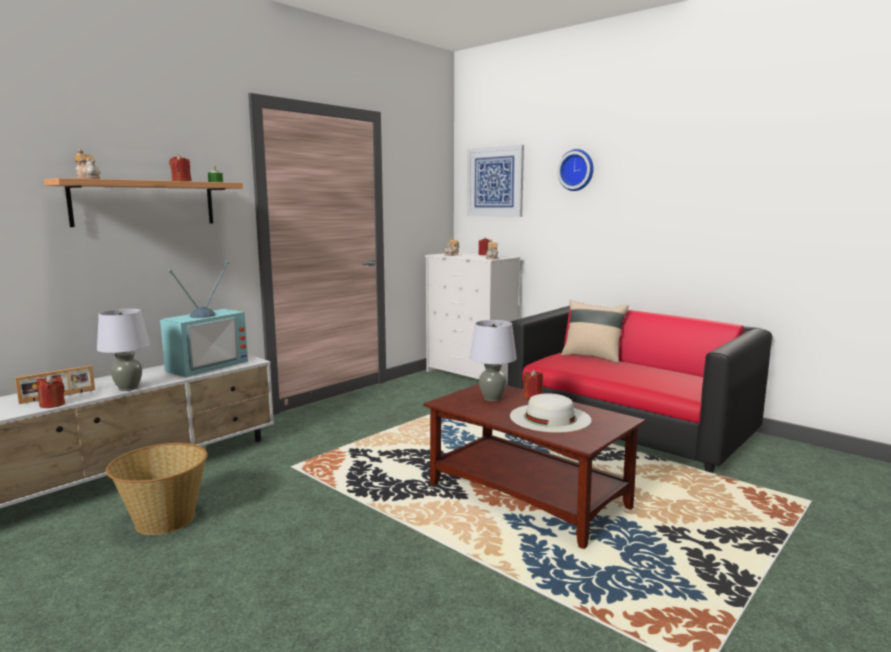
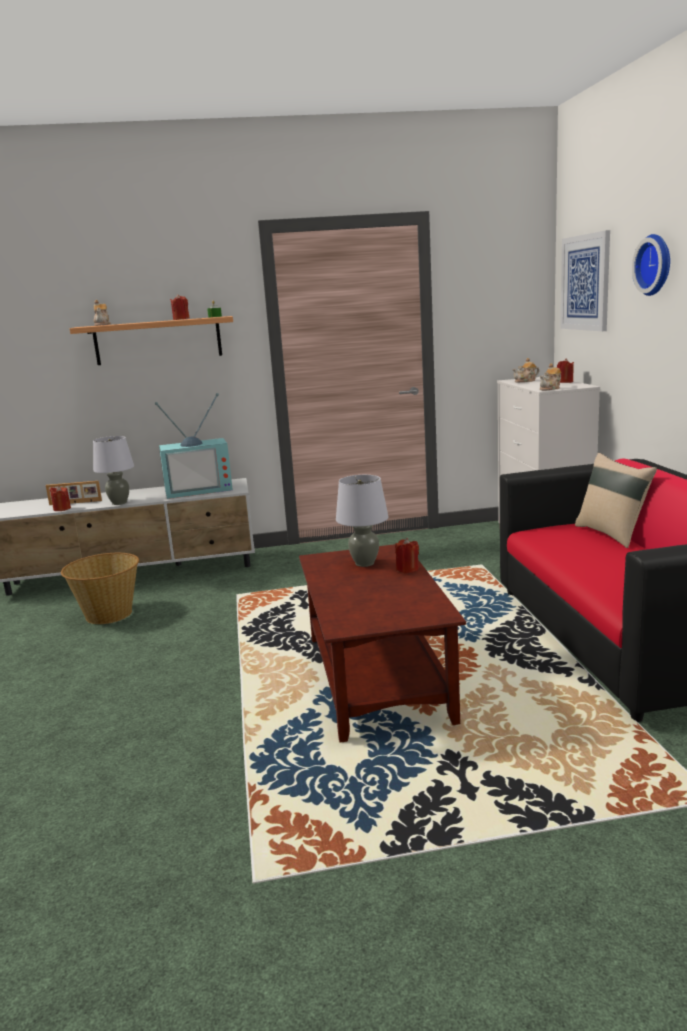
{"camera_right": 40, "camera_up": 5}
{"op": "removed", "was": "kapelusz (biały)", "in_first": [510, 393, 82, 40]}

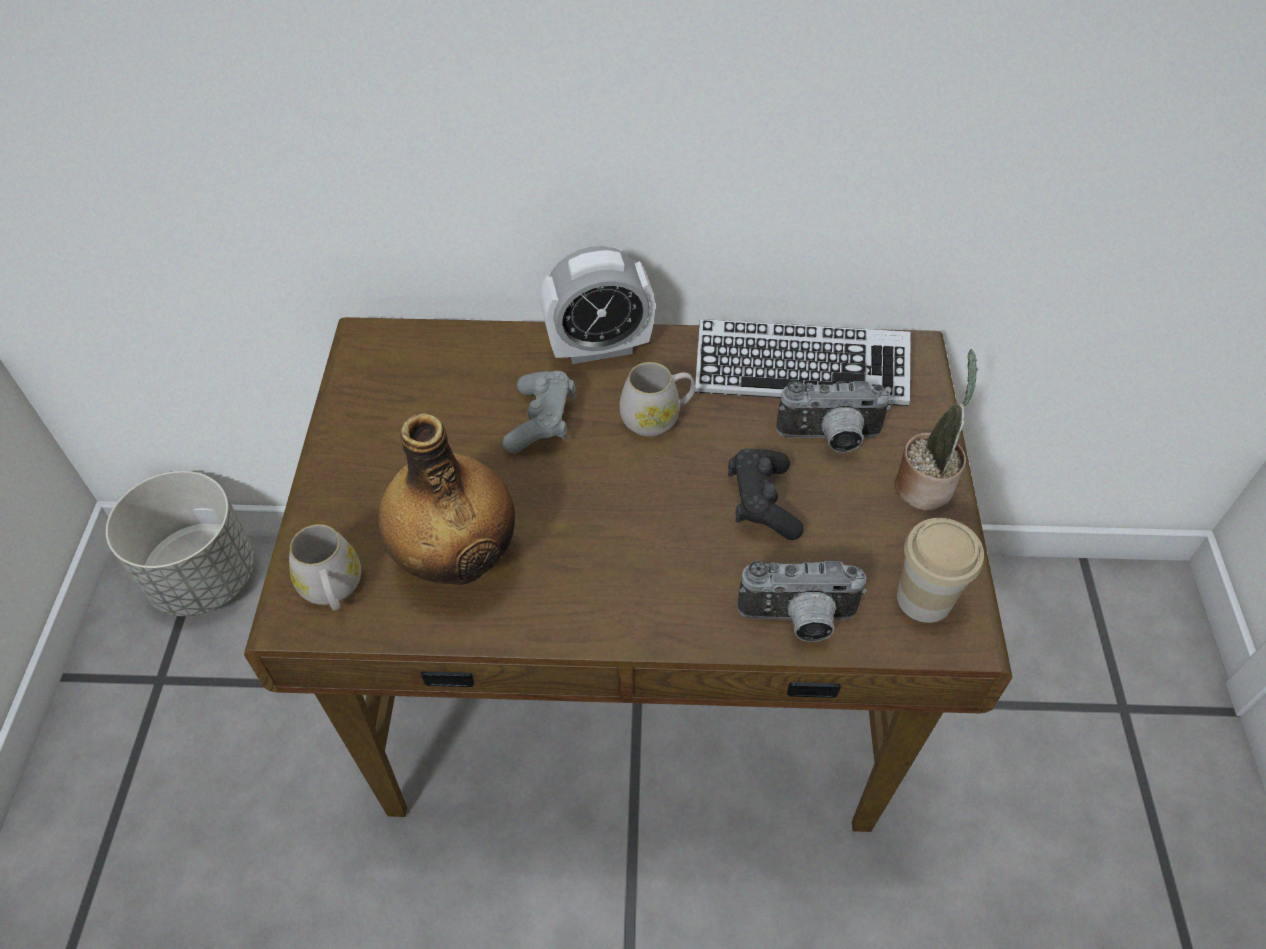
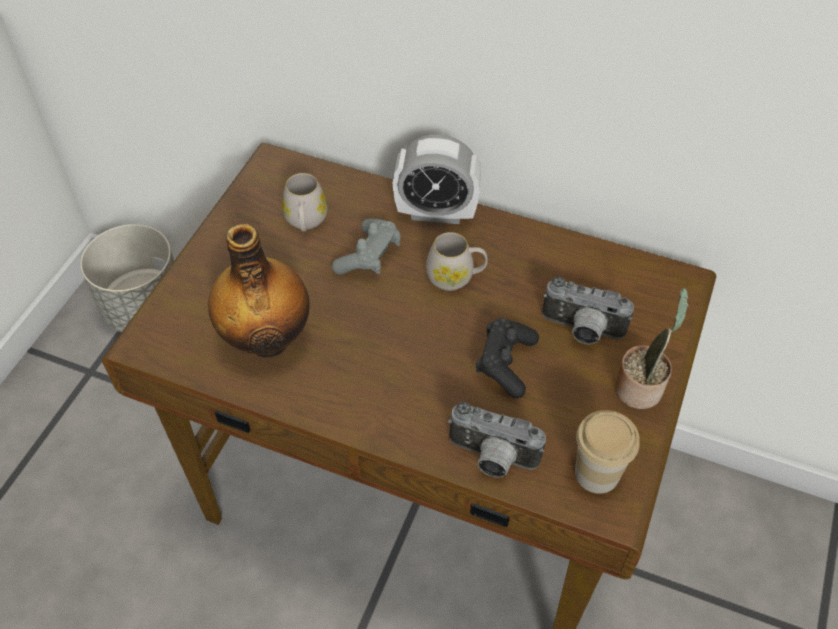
{"camera_right": 20, "camera_up": 0}
{"op": "removed", "was": "klawiatura", "in_first": [695, 319, 216, 87]}
{"op": "moved", "was": "kubek (biały)", "in_first": [289, 524, 72, 87], "in_second": [282, 173, 46, 58]}

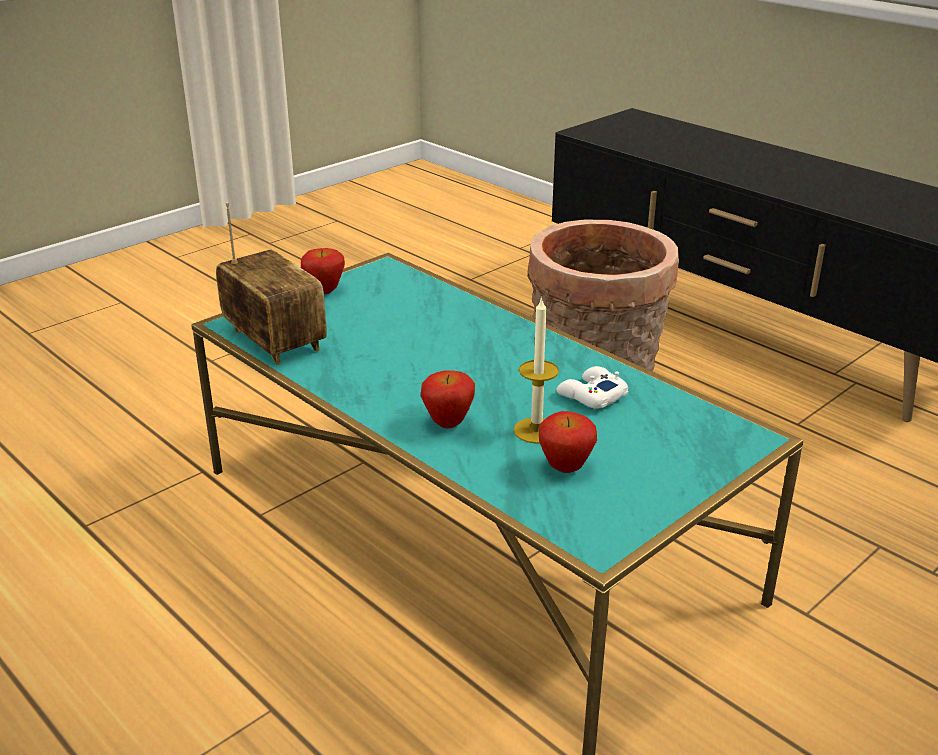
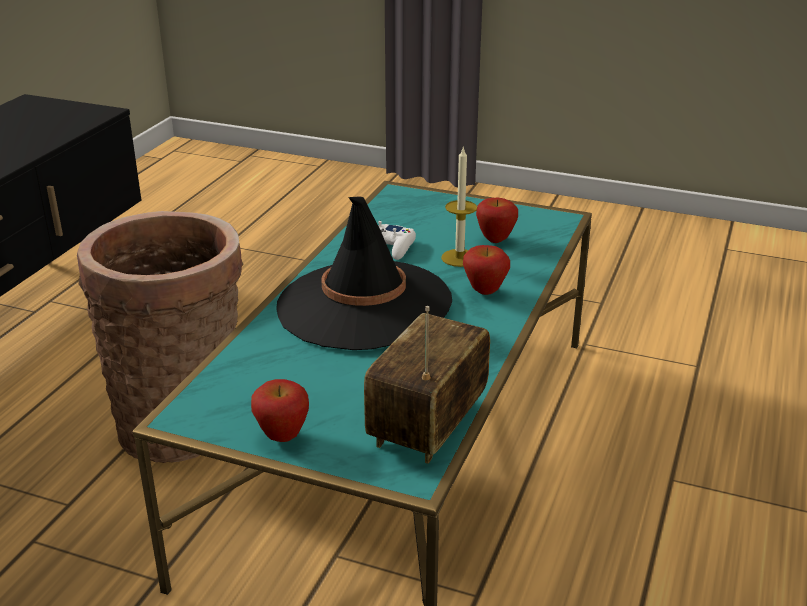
{"camera_right": -115, "camera_up": 0}
{"op": "added", "now": "kapelusz (czarny)", "in_second": [276, 196, 176, 154]}

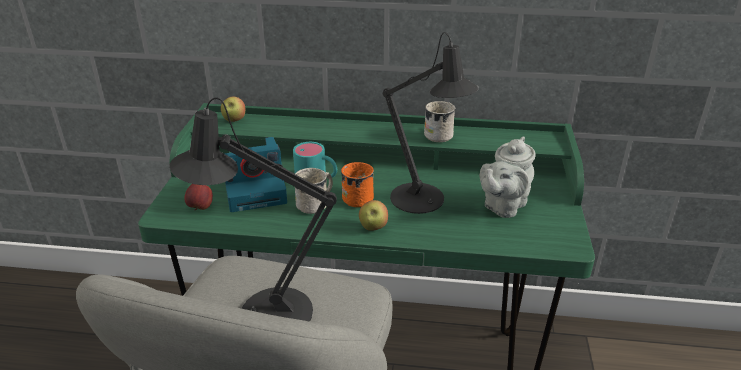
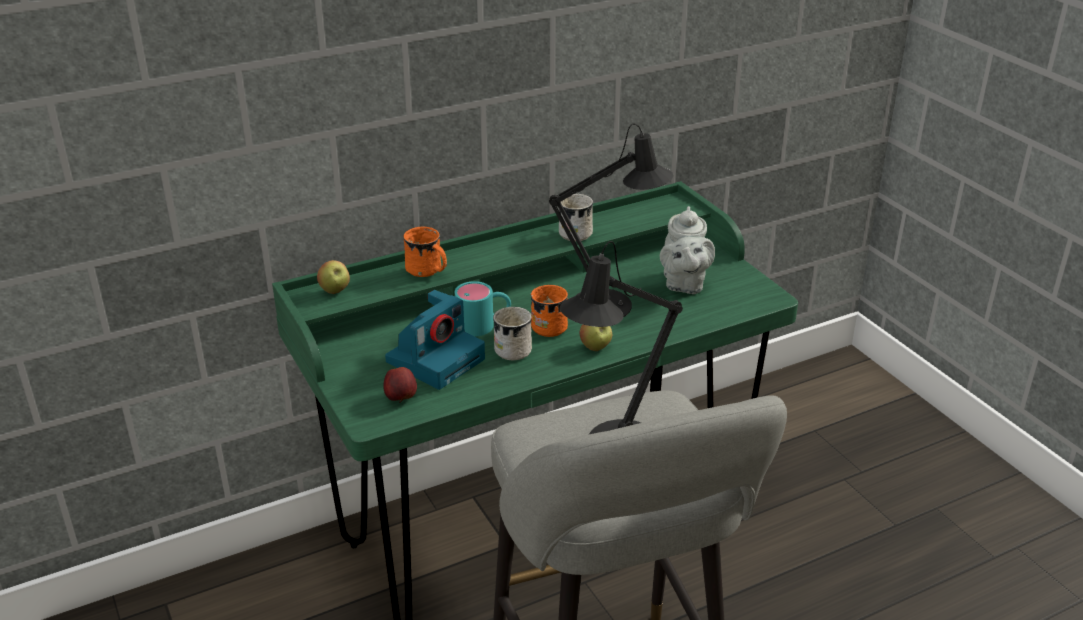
{"camera_right": -35, "camera_up": 0}
{"op": "added", "now": "kubek (pomarańczowy)", "in_second": [403, 227, 44, 50]}

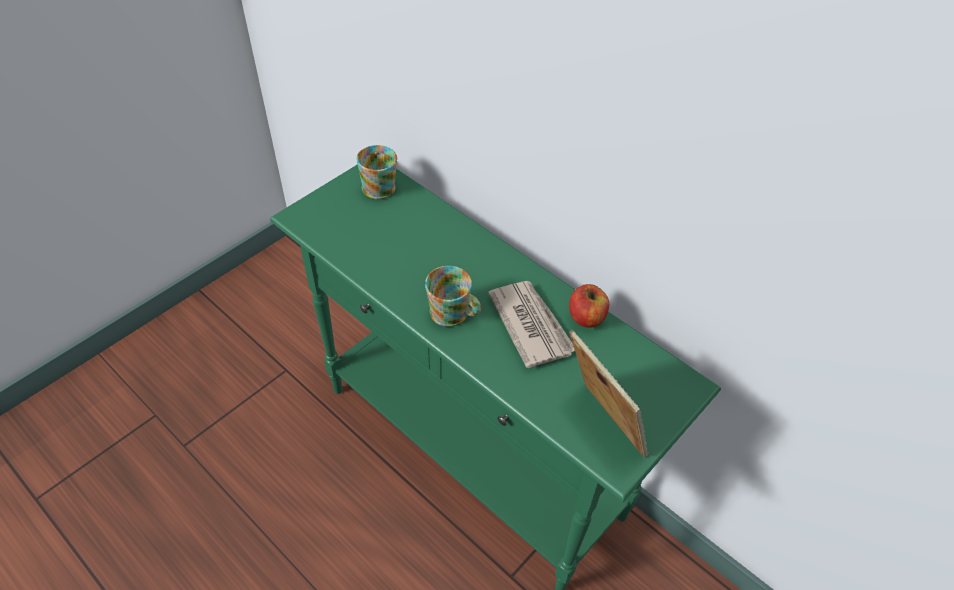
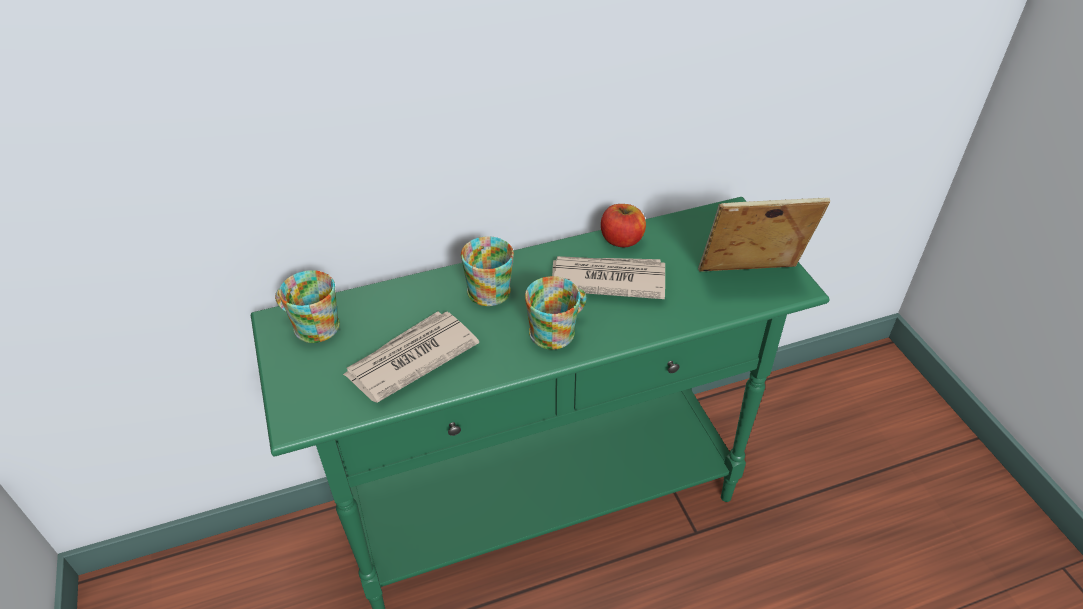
{"camera_right": -60, "camera_up": -5}
{"op": "added", "now": "gazeta", "in_second": [343, 311, 136, 92]}
{"op": "added", "now": "kubek", "in_second": [461, 236, 53, 70]}

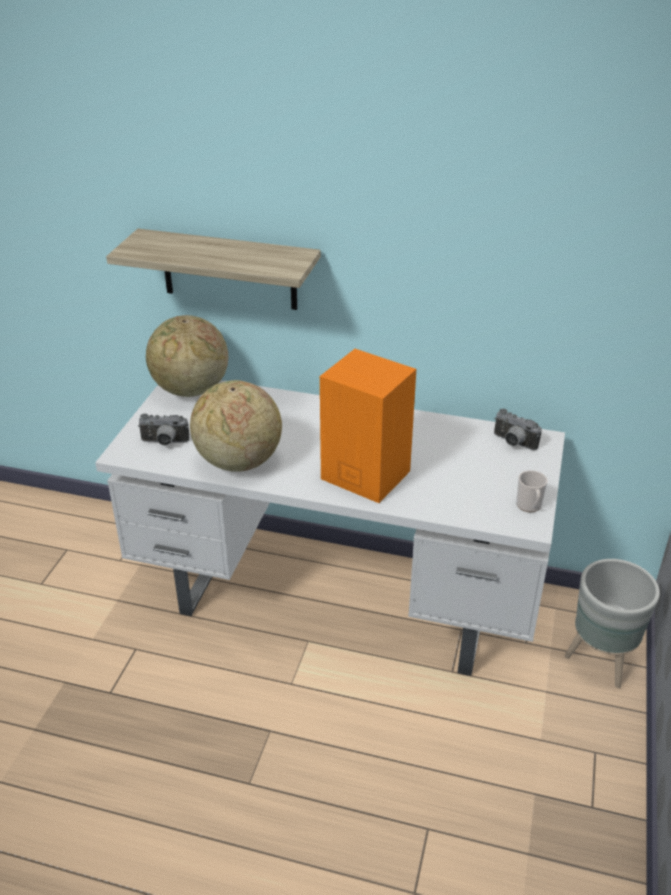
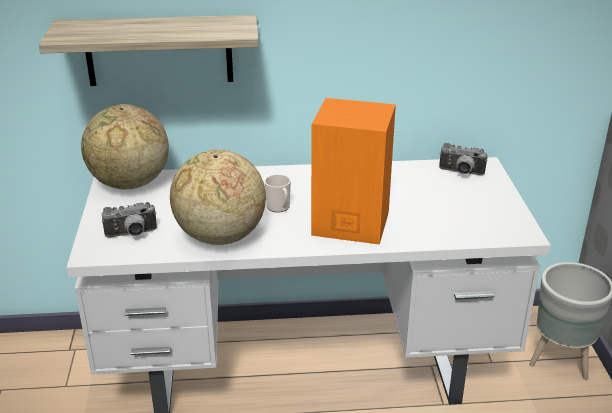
{"camera_right": -20, "camera_up": -5}
{"op": "moved", "was": "kubek", "in_first": [516, 471, 31, 41], "in_second": [264, 174, 27, 39]}

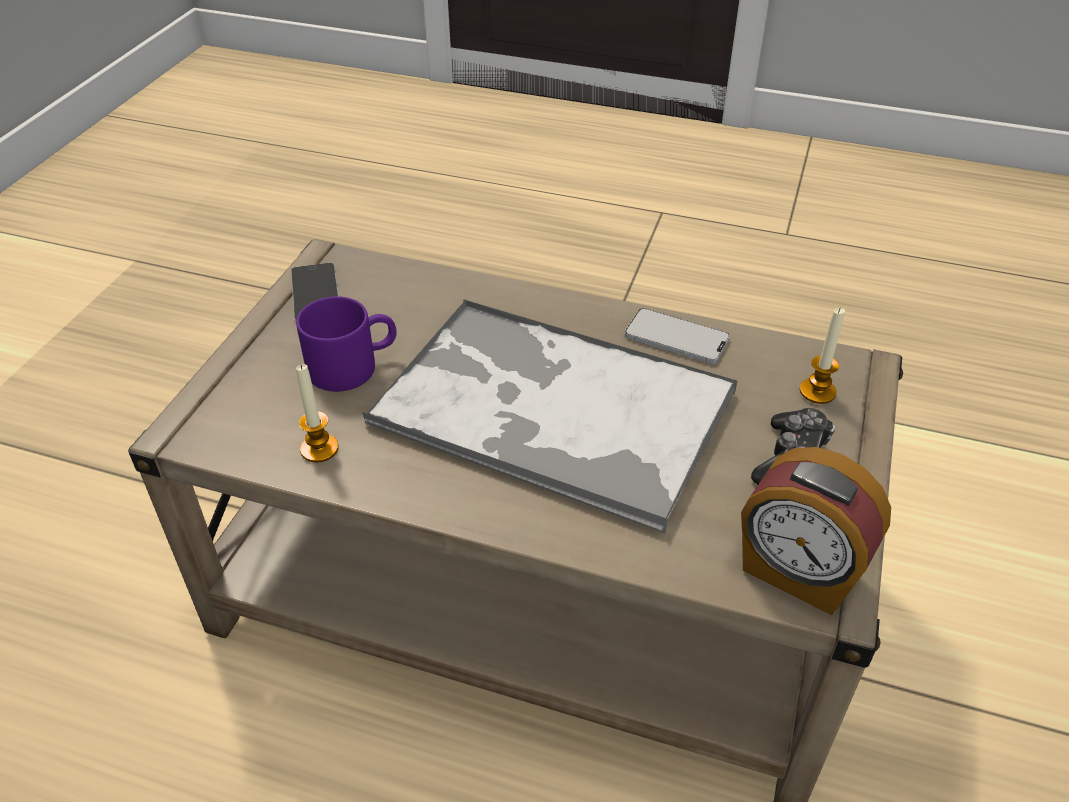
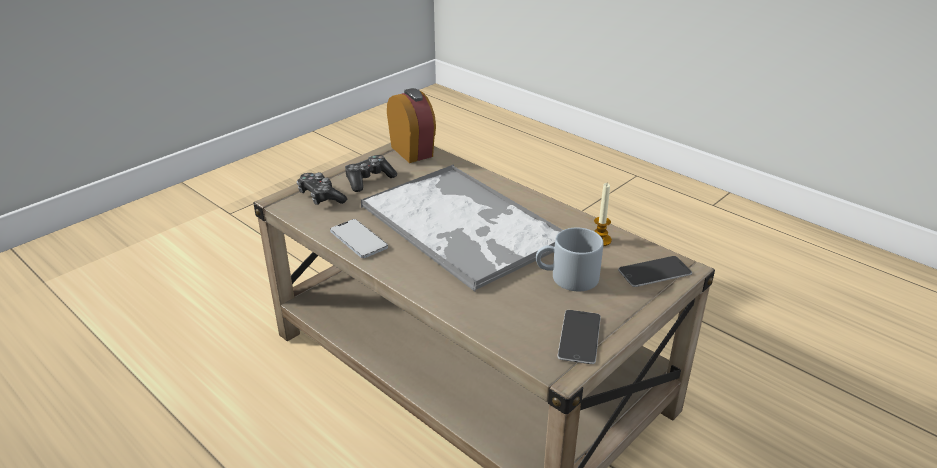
{"camera_right": -155, "camera_up": -10}
{"op": "added", "now": "telefon", "in_second": [618, 256, 74, 31]}
{"op": "replaced", "was": "świeca", "now": "pad do gier", "in_first": [800, 307, 45, 97], "in_second": [296, 172, 51, 33]}
{"op": "recoloured", "was": "kubek (fioletowy)", "now": "kubek (szary)", "in_first": [296, 296, 101, 96], "in_second": [536, 228, 68, 63]}

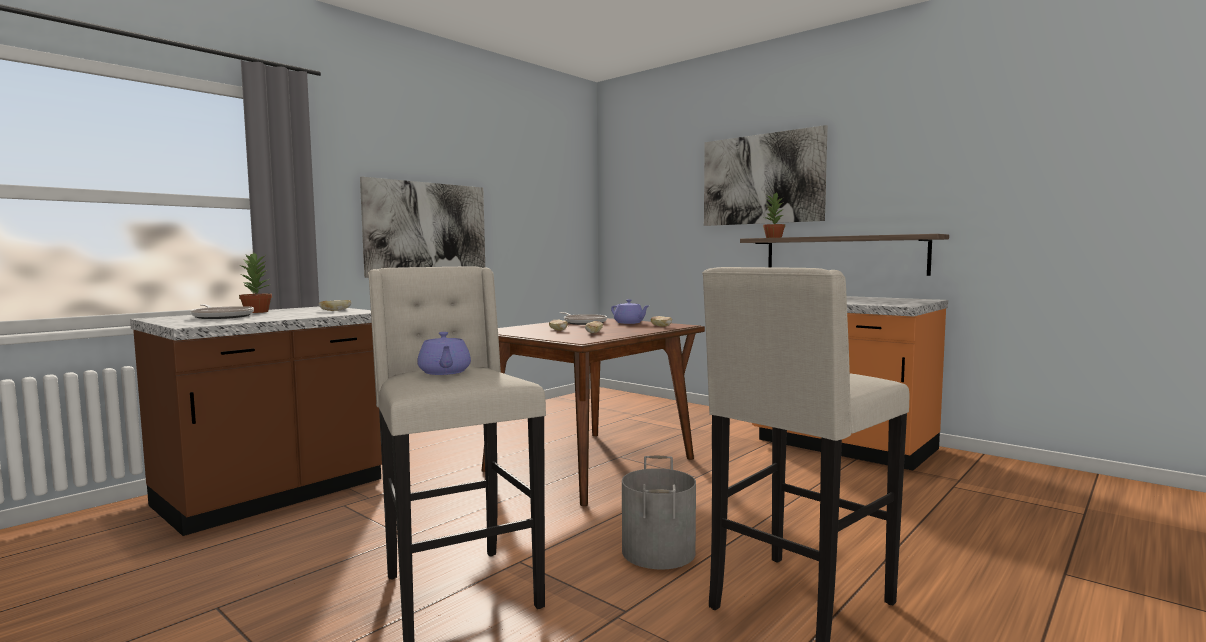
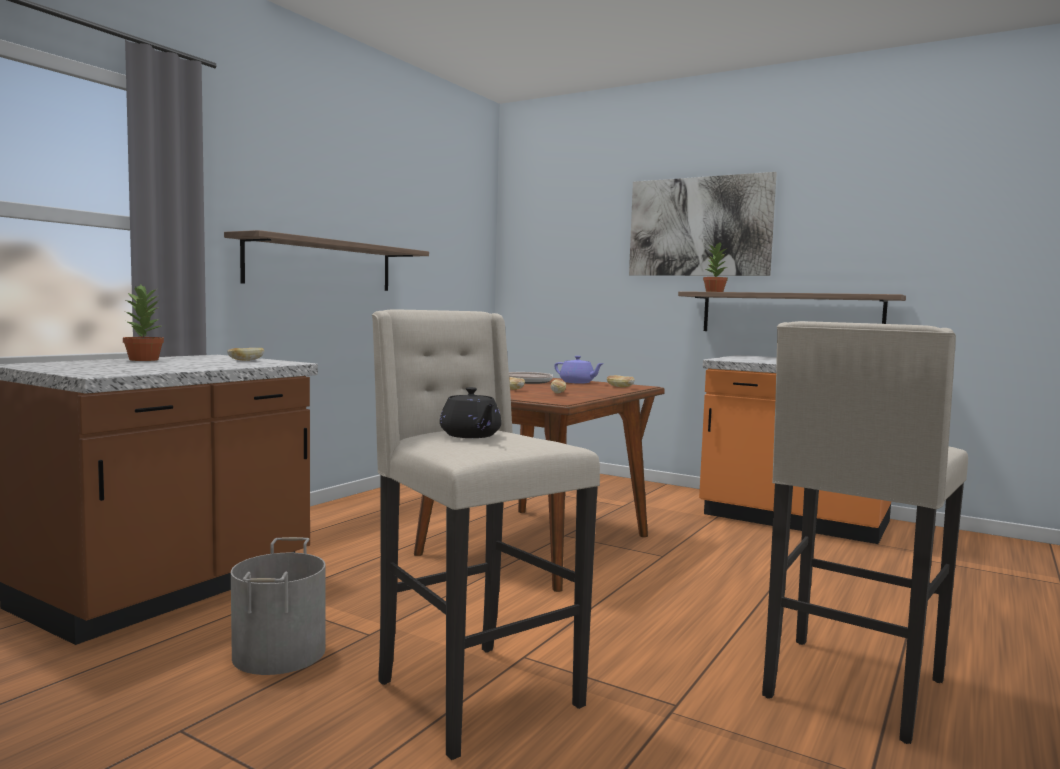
{"camera_right": -10, "camera_up": 0}
{"op": "removed", "was": "patelnia", "in_first": [191, 304, 63, 15]}
{"op": "moved", "was": "wiadro (szary)", "in_first": [622, 456, 74, 113], "in_second": [231, 537, 94, 138]}
{"op": "replaced", "was": "obraz", "now": "półka", "in_first": [360, 177, 125, 101], "in_second": [224, 230, 205, 61]}
{"op": "recoloured", "was": "imbryk (fioletowy)", "now": "imbryk (czarny)", "in_first": [417, 332, 54, 43], "in_second": [440, 387, 62, 51]}

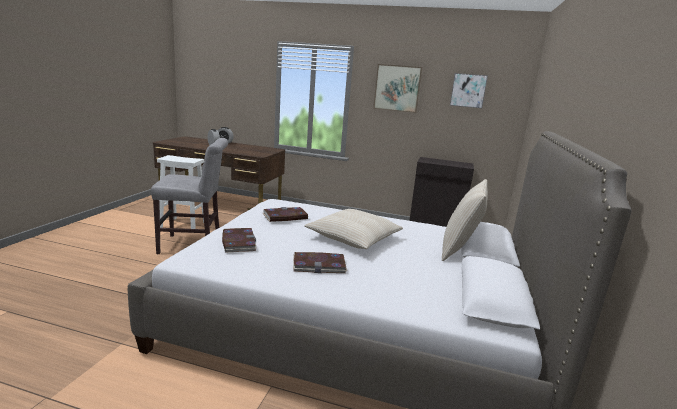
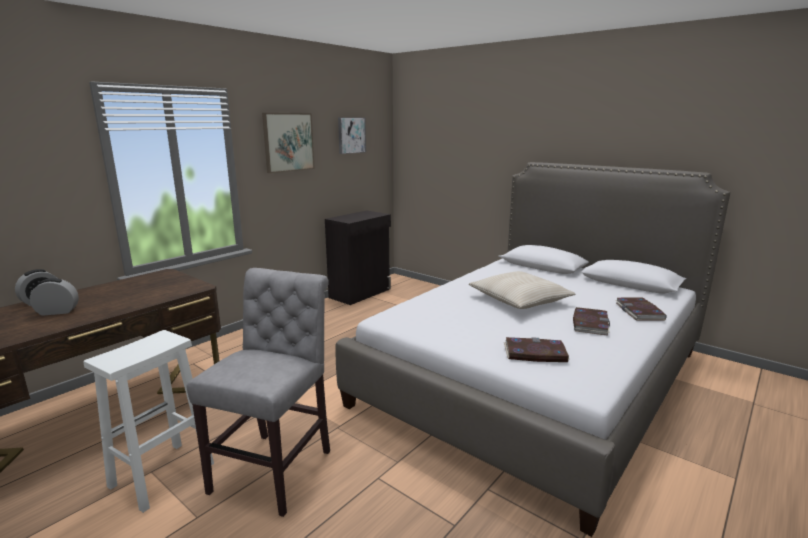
{"camera_right": -65, "camera_up": 0}
{"op": "removed", "was": "poduszka (beżowy)", "in_first": [442, 179, 46, 82]}
{"op": "moved", "was": "książka", "in_first": [263, 207, 46, 15], "in_second": [615, 298, 51, 23]}

